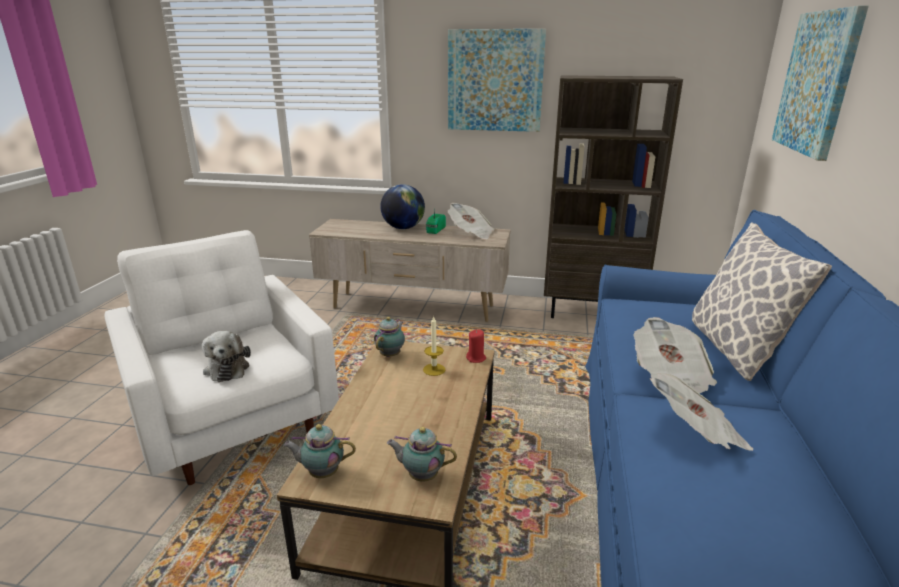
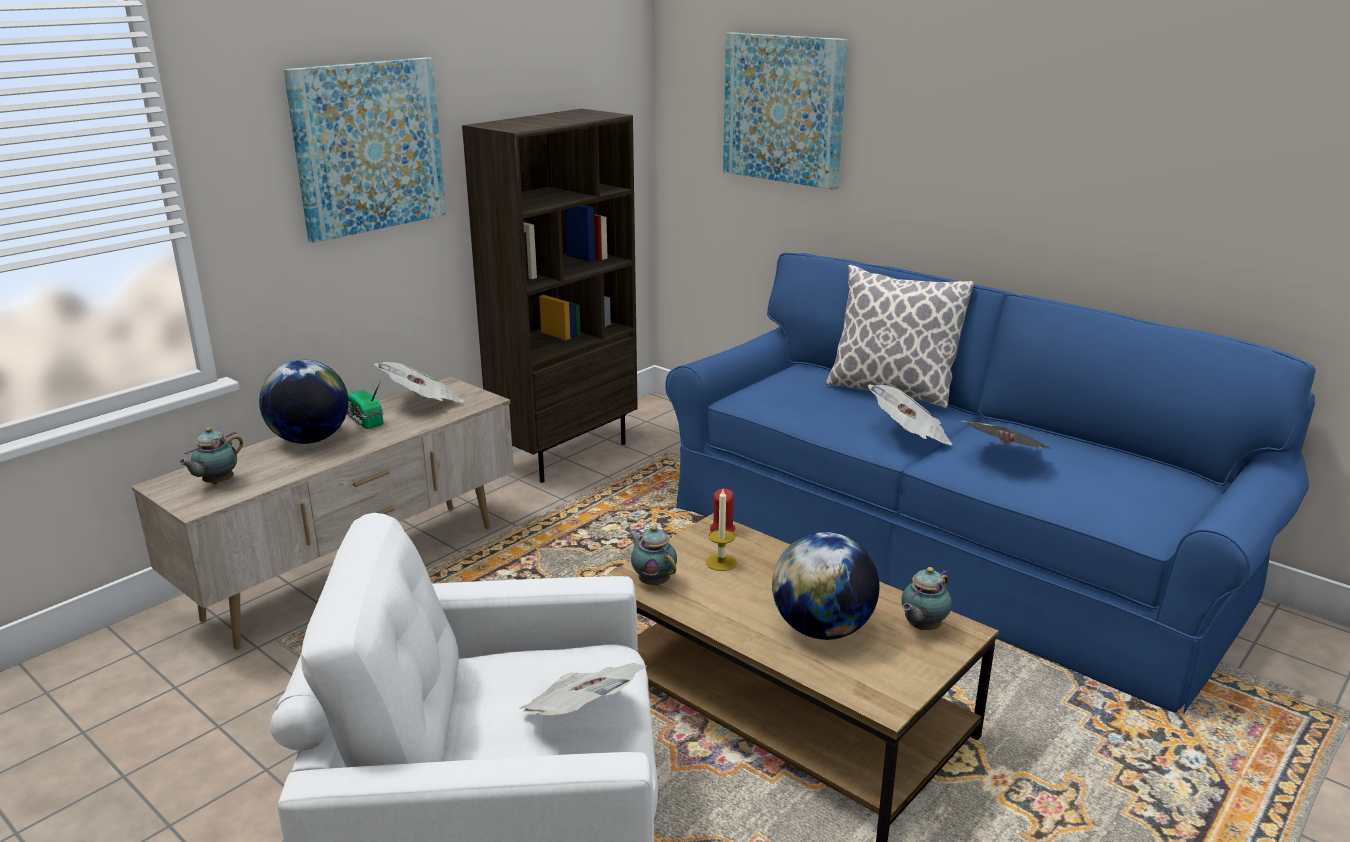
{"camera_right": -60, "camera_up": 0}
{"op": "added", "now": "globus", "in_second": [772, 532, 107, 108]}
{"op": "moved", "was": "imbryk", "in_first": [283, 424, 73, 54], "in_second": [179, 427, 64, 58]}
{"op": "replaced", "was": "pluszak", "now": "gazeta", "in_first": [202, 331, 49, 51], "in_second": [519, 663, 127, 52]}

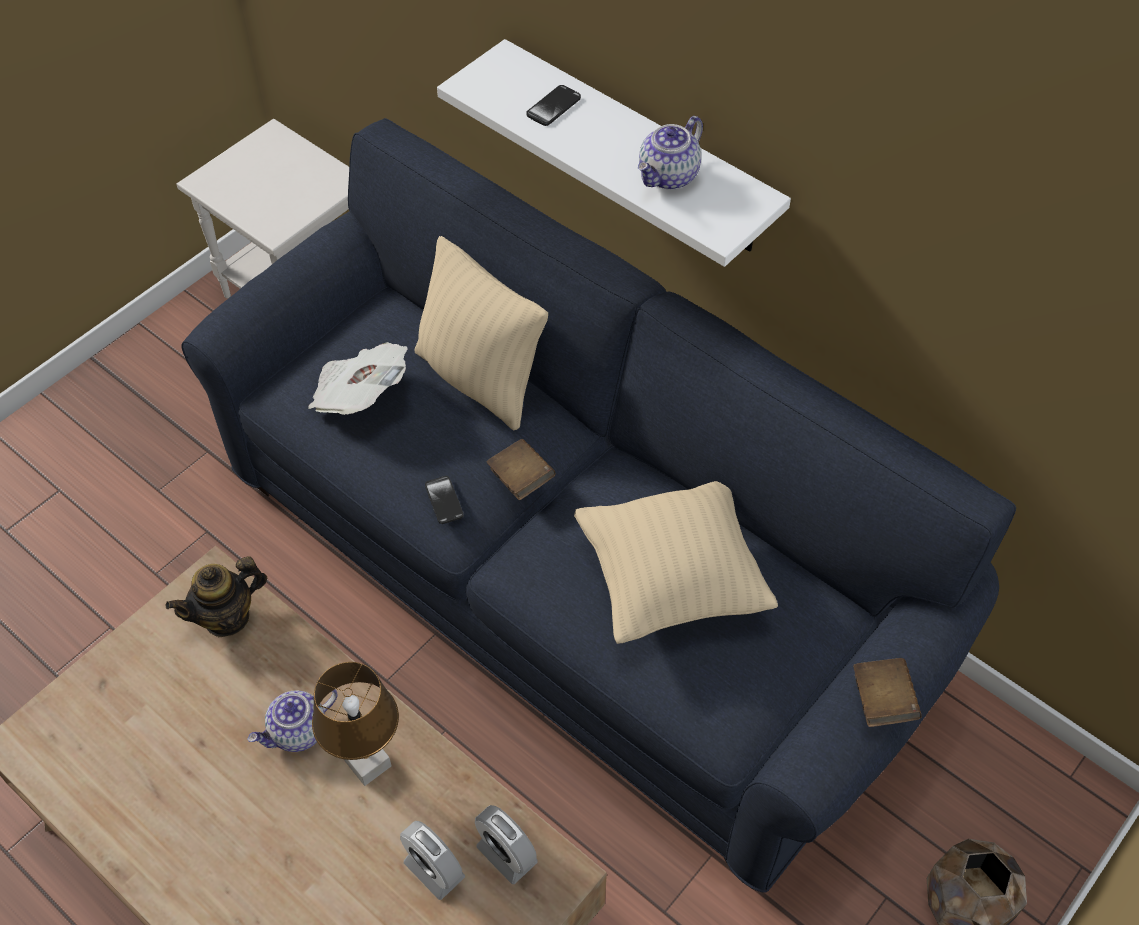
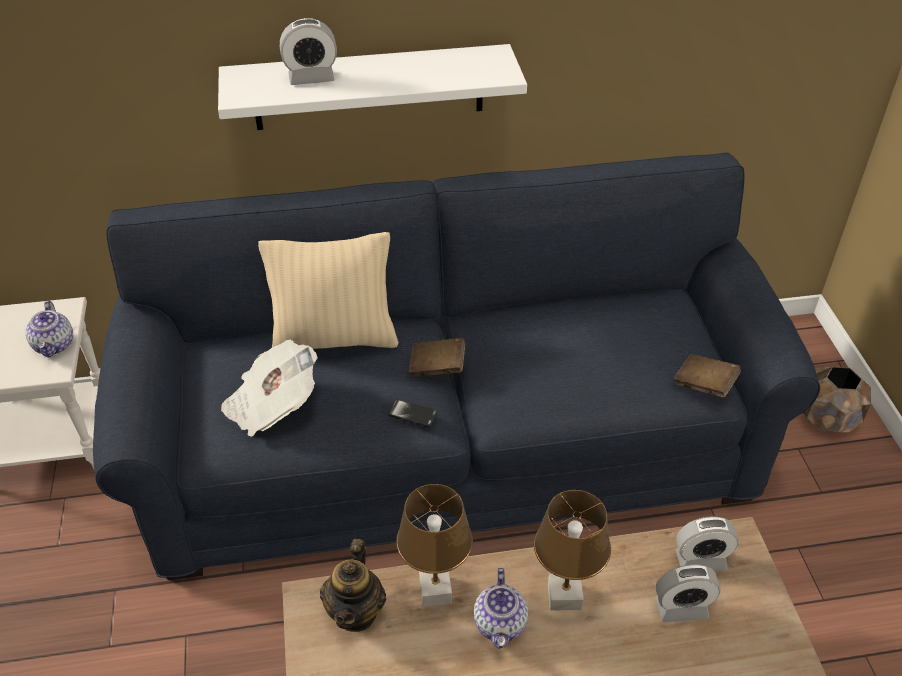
{"camera_right": -50, "camera_up": -10}
{"op": "removed", "was": "poduszka (beżowy)", "in_first": [574, 481, 204, 163]}
{"op": "added", "now": "lampa stołowa (brązowy)", "in_second": [396, 484, 77, 123]}
{"op": "moved", "was": "imbryk", "in_first": [638, 116, 65, 74], "in_second": [25, 301, 48, 57]}
{"op": "moved", "was": "książka (brązowy)", "in_first": [853, 658, 69, 69], "in_second": [674, 354, 67, 44]}
{"op": "replaced", "was": "telefon", "now": "budzik", "in_first": [526, 85, 55, 41], "in_second": [280, 18, 57, 67]}

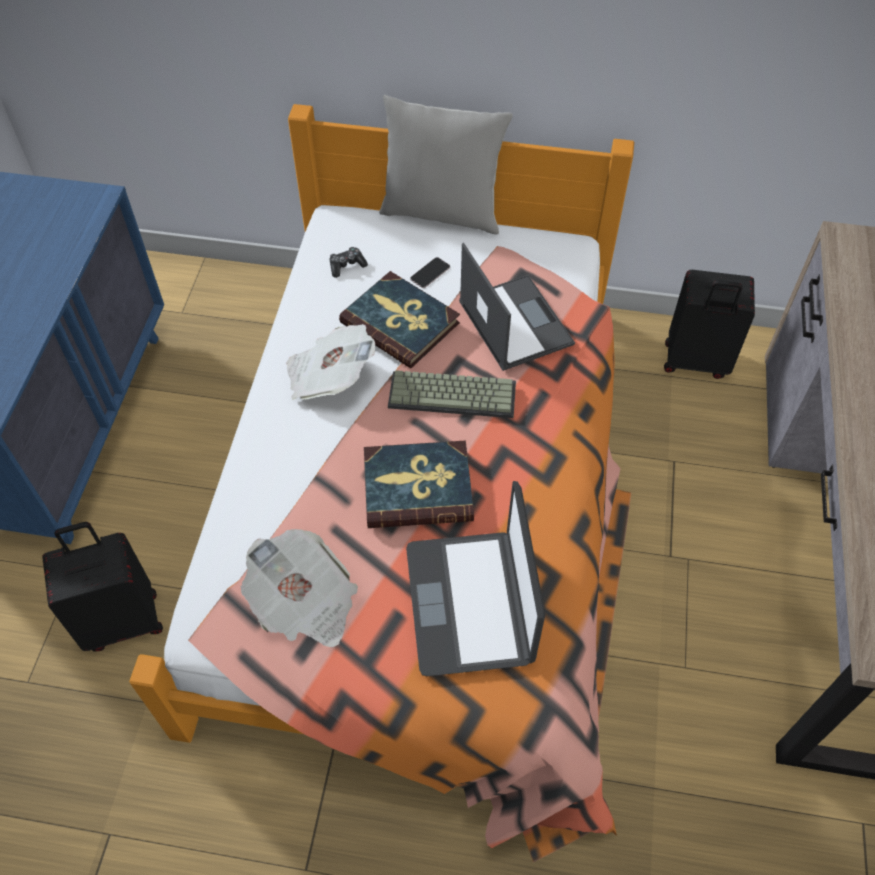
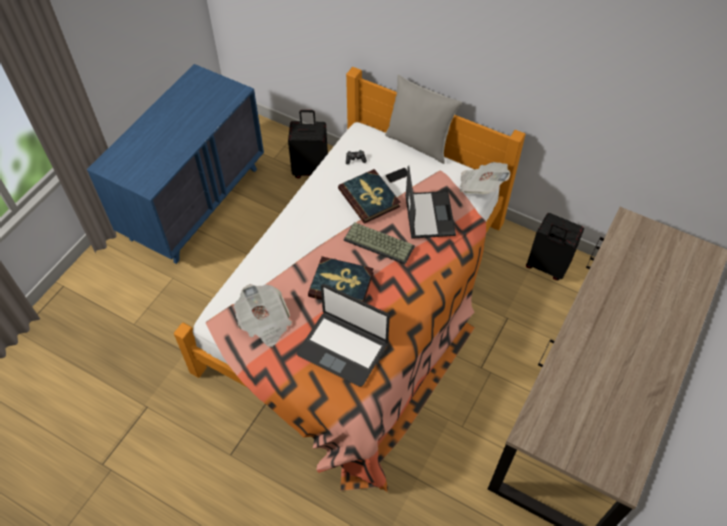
{"camera_right": 20, "camera_up": 0}
{"op": "moved", "was": "walizka (czarny)", "in_first": [42, 522, 121, 130], "in_second": [288, 110, 40, 69]}
{"op": "moved", "was": "gazeta", "in_first": [286, 324, 89, 76], "in_second": [460, 162, 50, 32]}
{"op": "turned", "was": "laptop", "in_first": [406, 481, 139, 195], "in_second": [297, 284, 93, 103], "clockwise": -75}

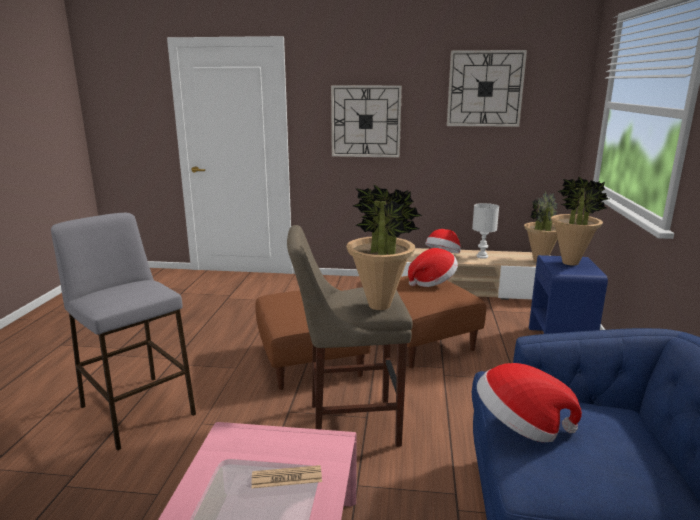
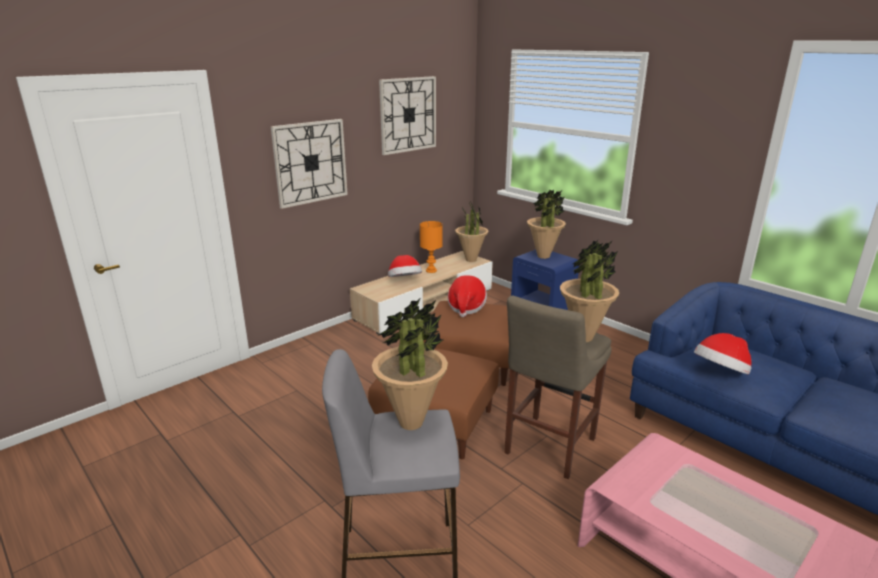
{"camera_right": -50, "camera_up": 5}
{"op": "removed", "was": "gazeta", "in_first": [252, 465, 70, 23]}
{"op": "added", "now": "roślina doniczkowa", "in_second": [372, 297, 76, 133]}
{"op": "recoloured", "was": "lampa stołowa (biały)", "now": "lampa stołowa (pomarańczowy)", "in_first": [472, 203, 27, 56], "in_second": [420, 221, 23, 52]}

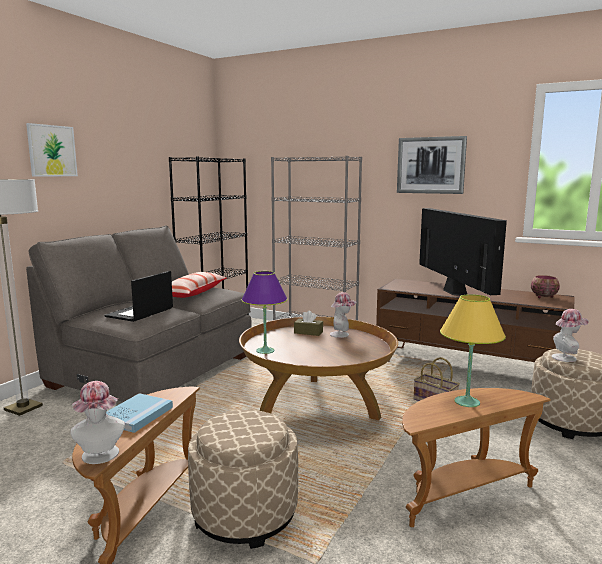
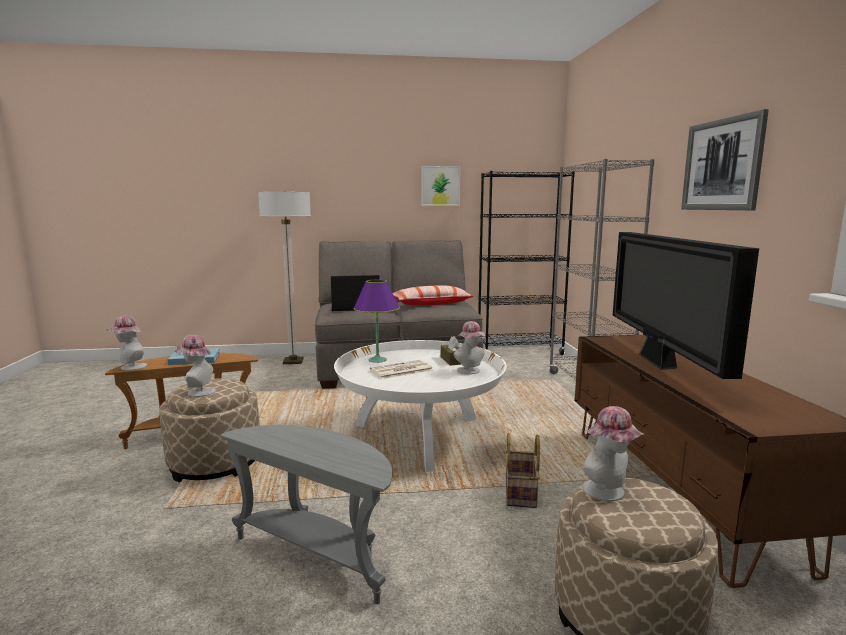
{"camera_right": 55, "camera_up": 0}
{"op": "removed", "was": "lampa stołowa (żółty)", "in_first": [440, 294, 66, 113]}
{"op": "removed", "was": "miska", "in_first": [531, 275, 29, 23]}
{"op": "added", "now": "kapelusz", "in_second": [174, 335, 42, 62]}
{"op": "added", "now": "gazeta", "in_second": [370, 360, 63, 19]}
{"op": "moved", "was": "obraz", "in_first": [26, 123, 52, 54], "in_second": [422, 166, 39, 40]}
{"op": "recoloured", "was": "ława (brązowy)", "now": "ława (biały)", "in_first": [239, 317, 159, 103], "in_second": [334, 340, 173, 132]}
{"op": "recoloured", "was": "stolik (brązowy)", "now": "stolik (szary)", "in_first": [402, 388, 148, 139], "in_second": [219, 425, 174, 179]}
{"op": "turned", "was": "telewizor", "in_first": [419, 208, 88, 88], "in_second": [613, 232, 146, 147], "clockwise": 135}

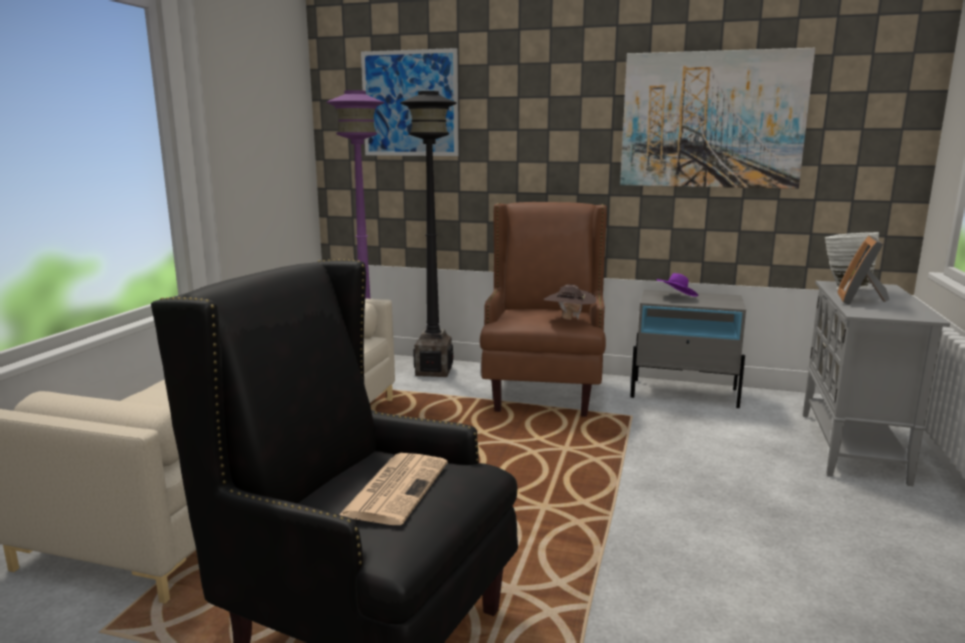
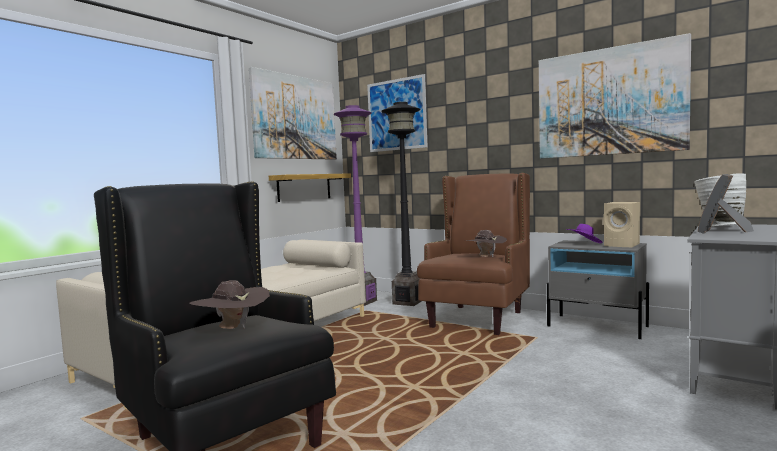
{"camera_right": 20, "camera_up": -10}
{"op": "added", "now": "obraz", "in_second": [249, 67, 88, 93]}
{"op": "added", "now": "półka", "in_second": [269, 173, 82, 29]}
{"op": "added", "now": "głośnik (beżowy)", "in_second": [603, 202, 37, 45]}
{"op": "replaced", "was": "gazeta", "now": "kapelusz (brązowy)", "in_first": [339, 453, 109, 72], "in_second": [190, 280, 80, 49]}

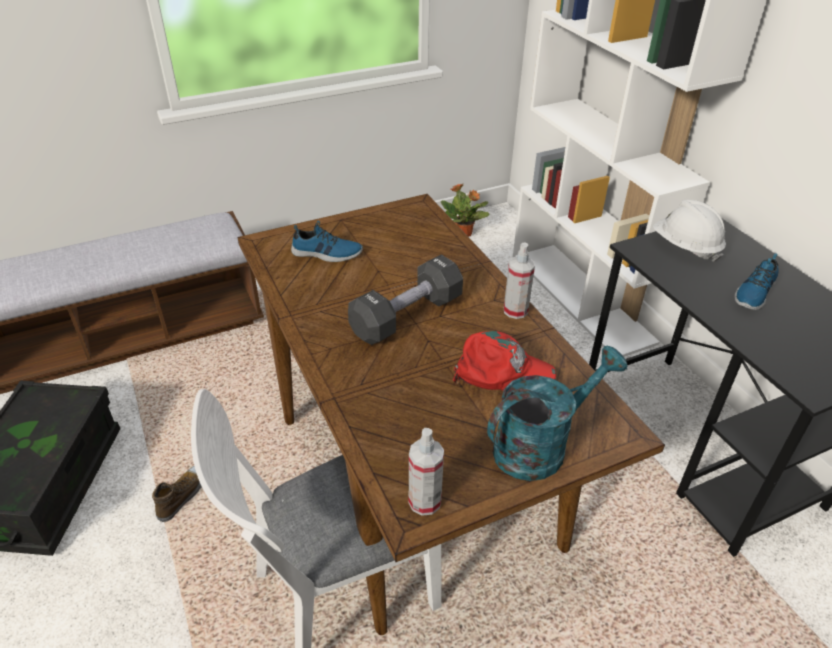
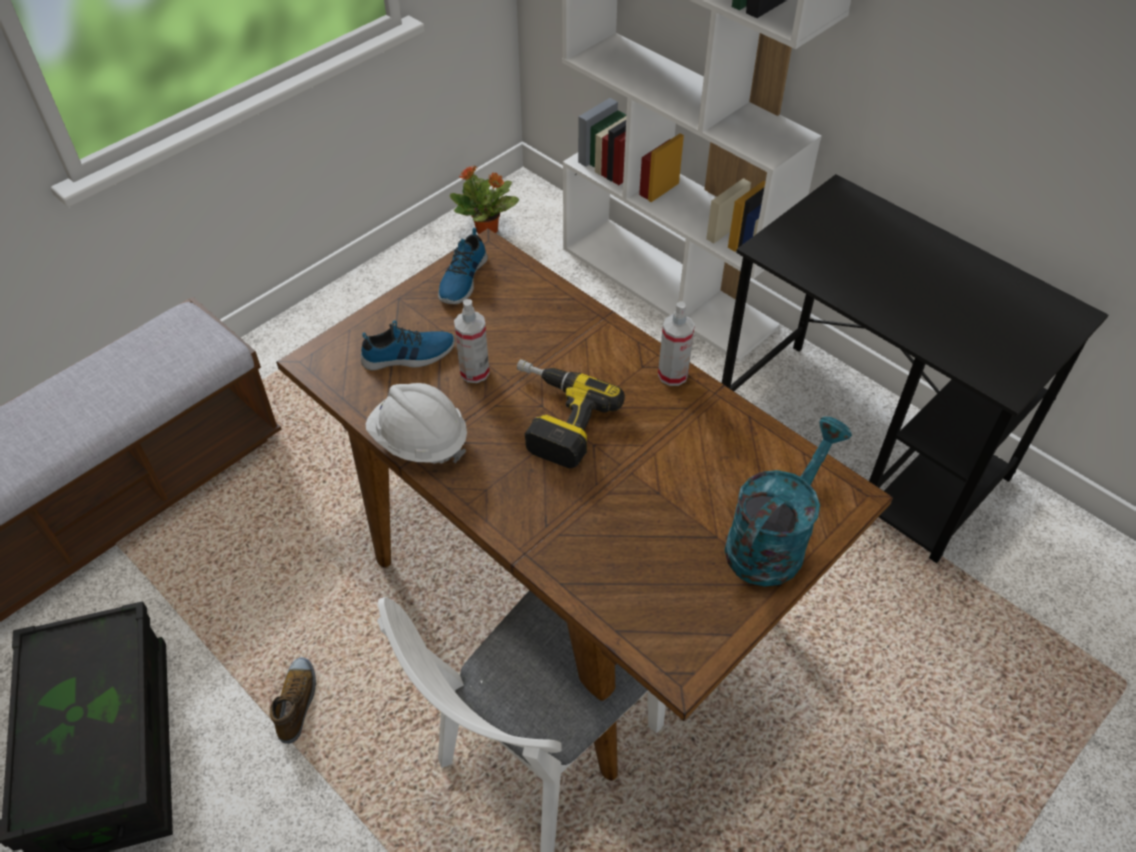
{"camera_right": -20, "camera_up": 10}
{"op": "removed", "was": "czapka z daszkiem (czerwony)", "in_first": [453, 331, 103, 60]}
{"op": "moved", "was": "spryskiwacz", "in_first": [409, 428, 35, 88], "in_second": [454, 299, 36, 84]}
{"op": "moved", "was": "kask (biały)", "in_first": [653, 200, 73, 62], "in_second": [366, 383, 101, 81]}
{"op": "moved", "was": "but", "in_first": [734, 253, 45, 57], "in_second": [438, 228, 50, 76]}
{"op": "replaced", "was": "hantel (czarny)", "now": "wiertarka", "in_first": [348, 255, 115, 90], "in_second": [517, 359, 108, 110]}

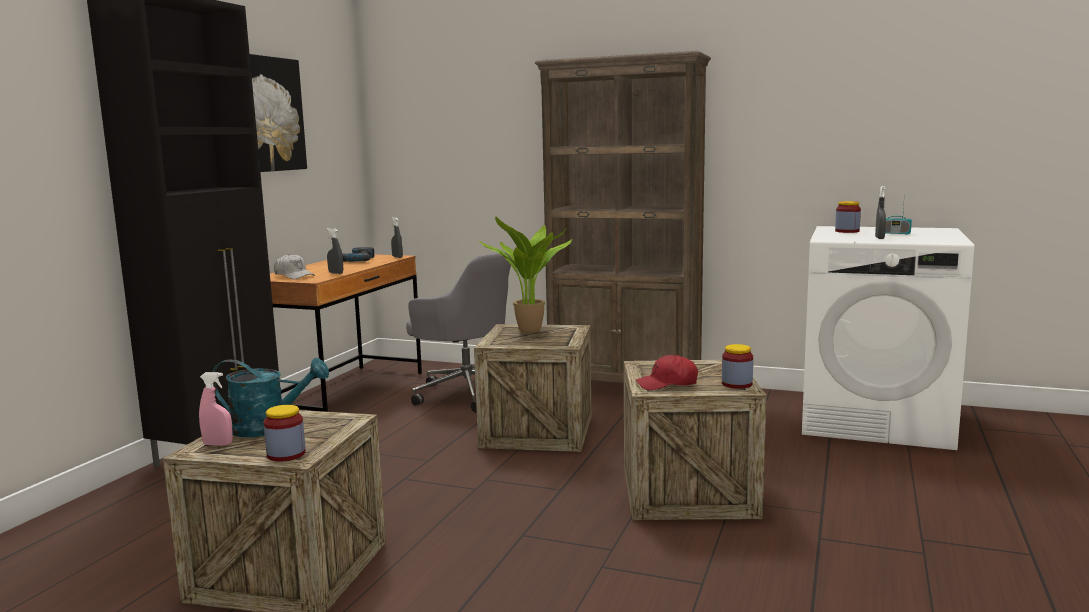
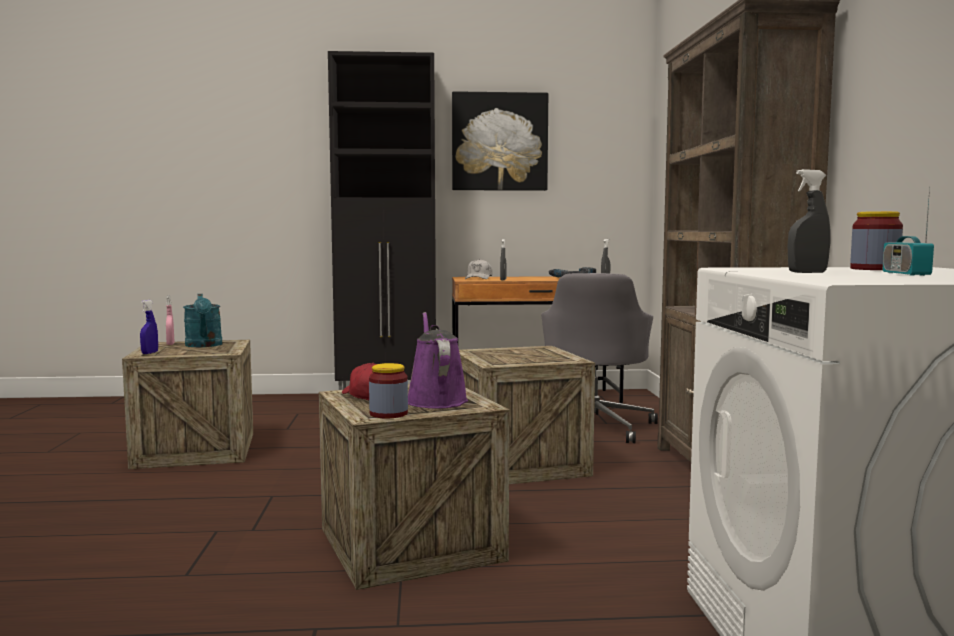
{"camera_right": 65, "camera_up": -5}
{"op": "removed", "was": "roślina doniczkowa", "in_first": [479, 217, 93, 116]}
{"op": "added", "now": "konewka (fioletowy)", "in_second": [408, 312, 60, 97]}
{"op": "replaced", "was": "słoik", "now": "spryskiwacz (niebieski)", "in_first": [264, 405, 42, 57], "in_second": [140, 300, 18, 54]}

